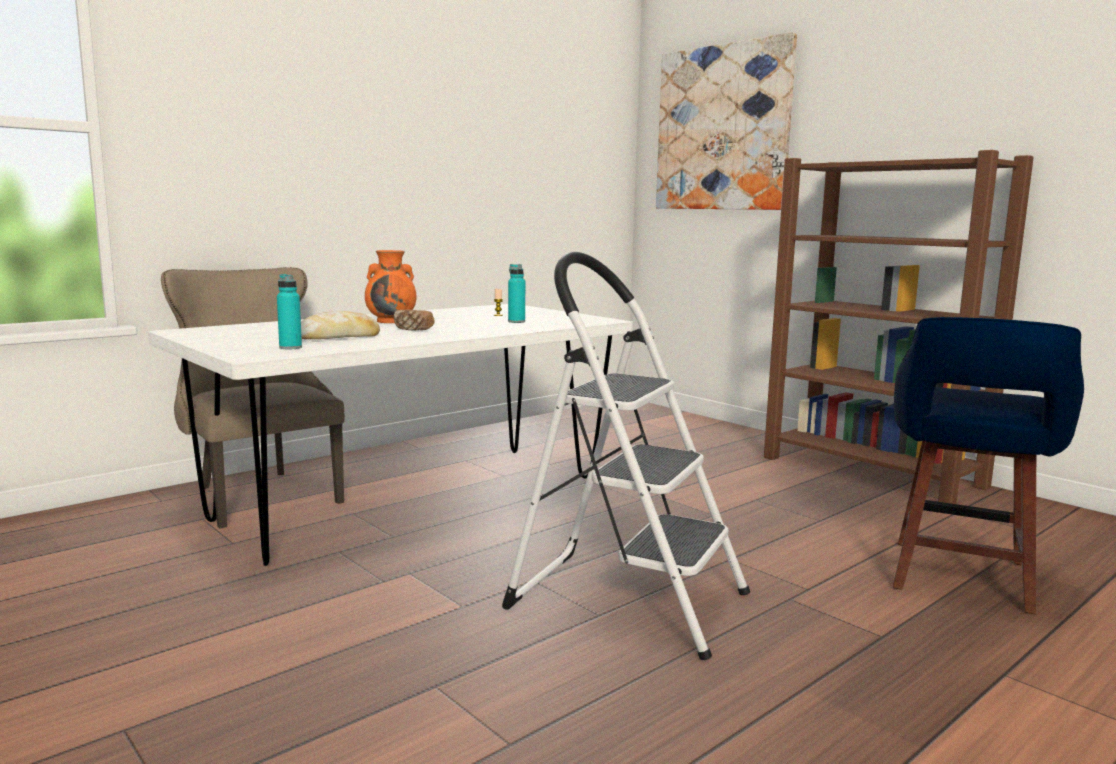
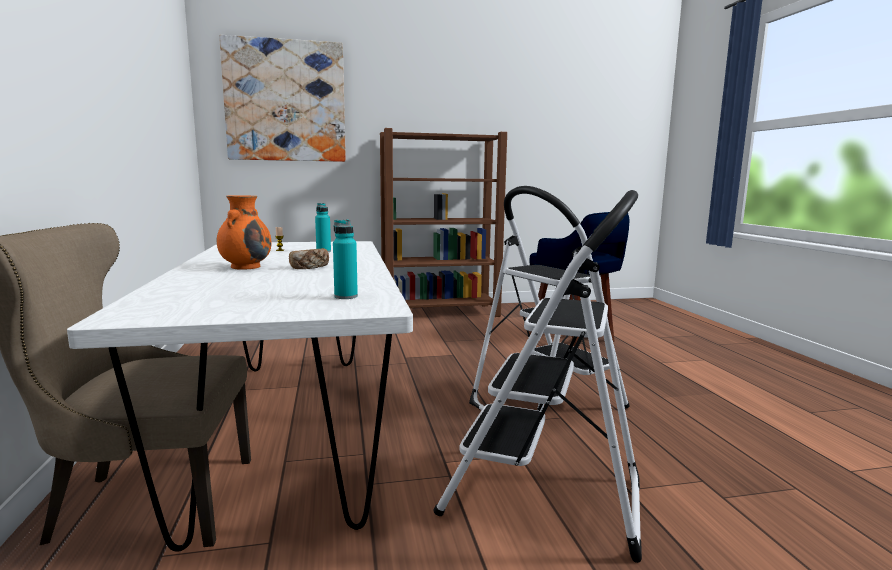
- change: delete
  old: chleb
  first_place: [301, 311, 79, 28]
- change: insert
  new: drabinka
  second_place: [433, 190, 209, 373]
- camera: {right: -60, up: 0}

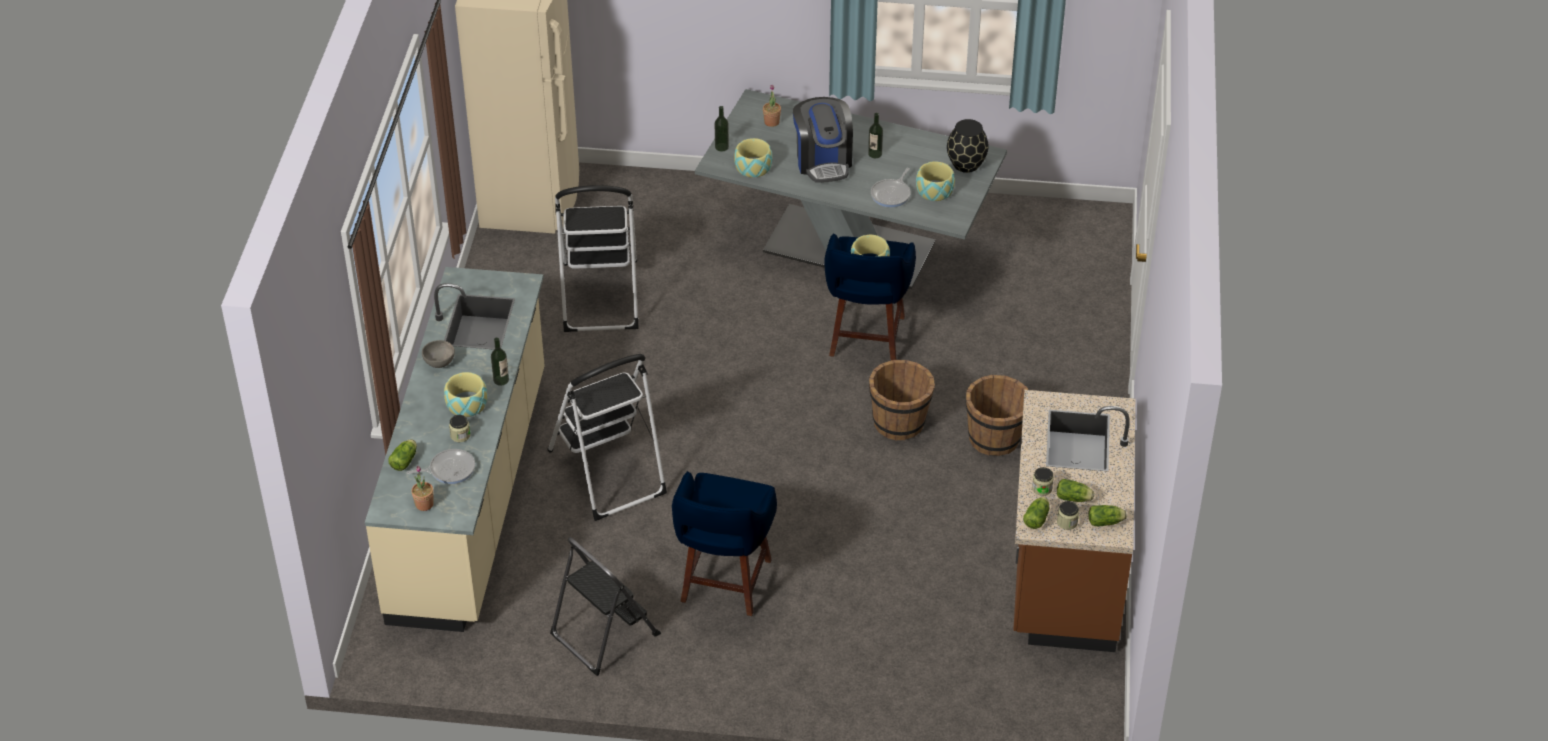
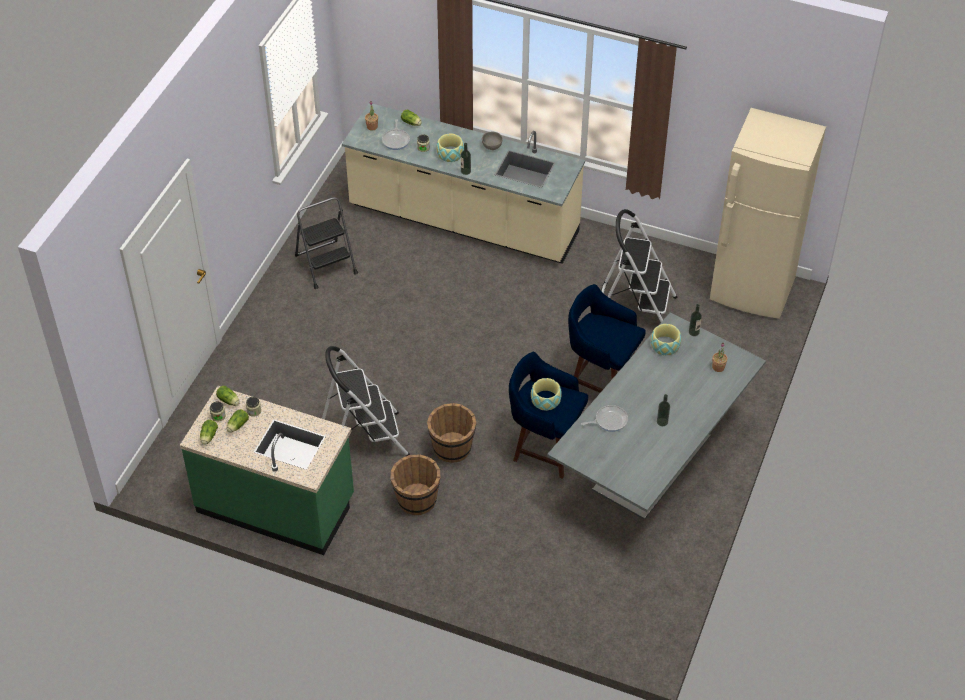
- change: move
  old: drabinka
  first_place: [548, 354, 119, 167]
  second_place: [322, 346, 88, 110]
- change: move
  old: stołek [niebieski]
  first_place: [672, 471, 105, 145]
  second_place: [568, 284, 78, 109]
- change: delete
  old: ekspres do kawy
  first_place: [793, 97, 60, 86]
- change: rotate
  old: patelnia
  first_place: [871, 168, 40, 39]
  second_place: [581, 405, 47, 27]
  degrees: 120
- change: delete
  old: miska
  first_place: [916, 161, 39, 40]
- change: delete
  old: wazon [czarny]
  first_place: [947, 119, 41, 54]
- change: recolor
  old: zabudowa kuchenna [brązowy]
  new: zabudowa kuchenna [zielony]
  first_place: [1013, 390, 122, 262]
  second_place: [180, 386, 174, 169]
- camera: {right: 105, up: 5}

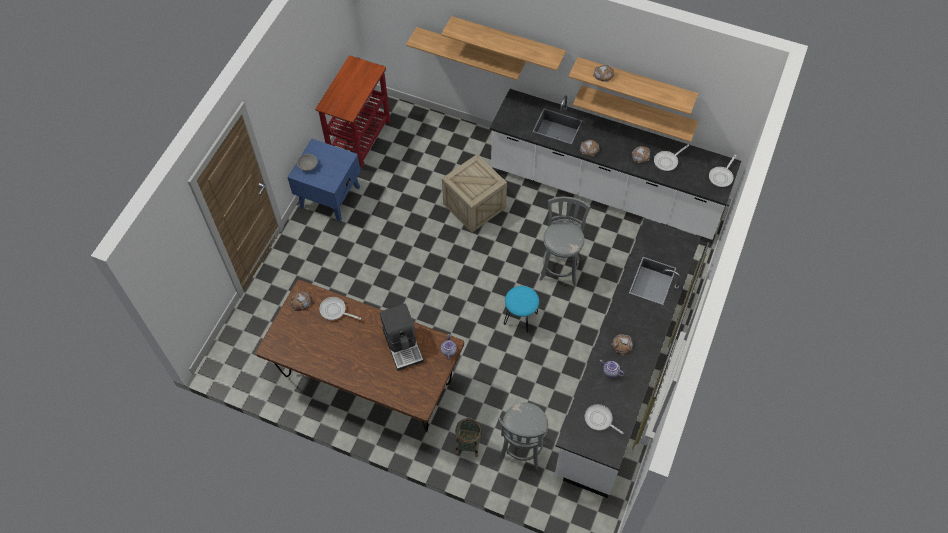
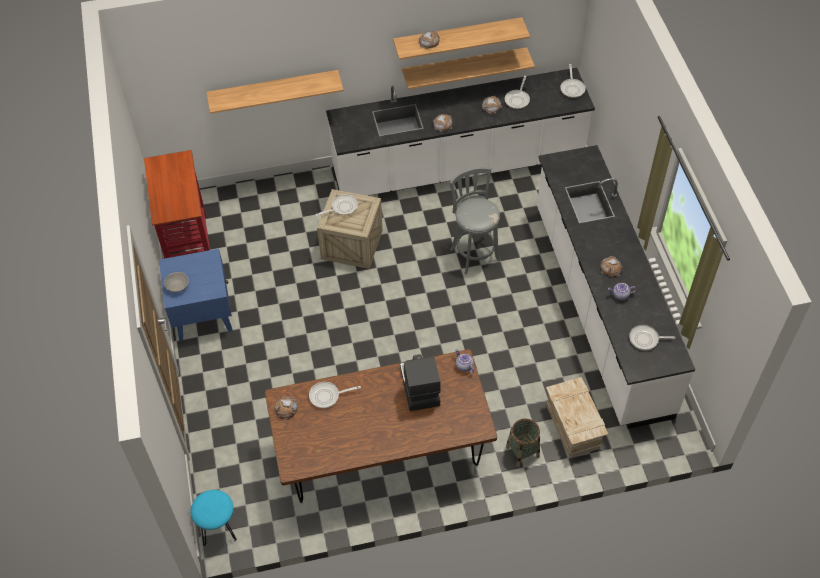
- change: rotate
  old: ekspres do kawy
  first_place: [380, 303, 44, 68]
  second_place: [400, 354, 41, 57]
  degrees: -135
- change: delete
  old: półka
  first_place: [441, 16, 125, 55]
- change: replace
  old: stołek [szary]
  new: skrzynka
  first_place: [498, 403, 50, 67]
  second_place: [546, 377, 62, 81]
- change: move
  old: stołek [turkusowy]
  first_place: [504, 286, 35, 48]
  second_place: [191, 490, 46, 57]
- change: insert
  new: patelnia
  second_place: [315, 194, 43, 22]
- camera: {right: -35, up: -5}

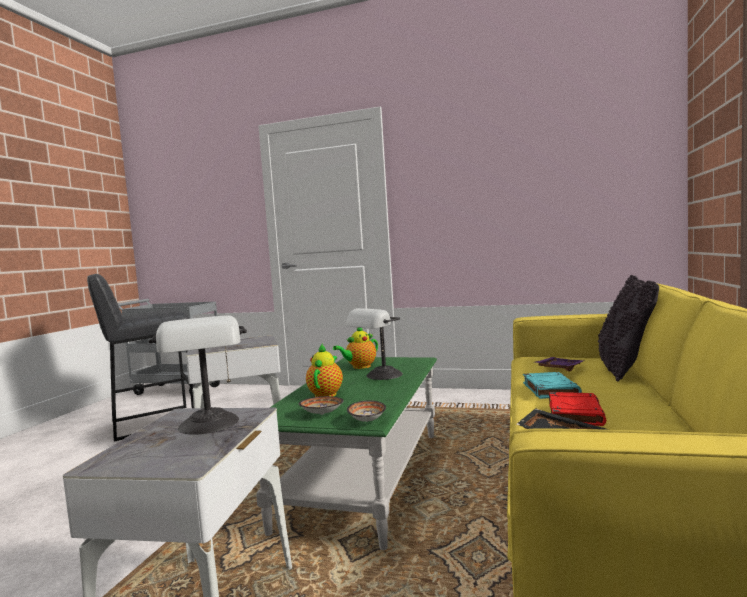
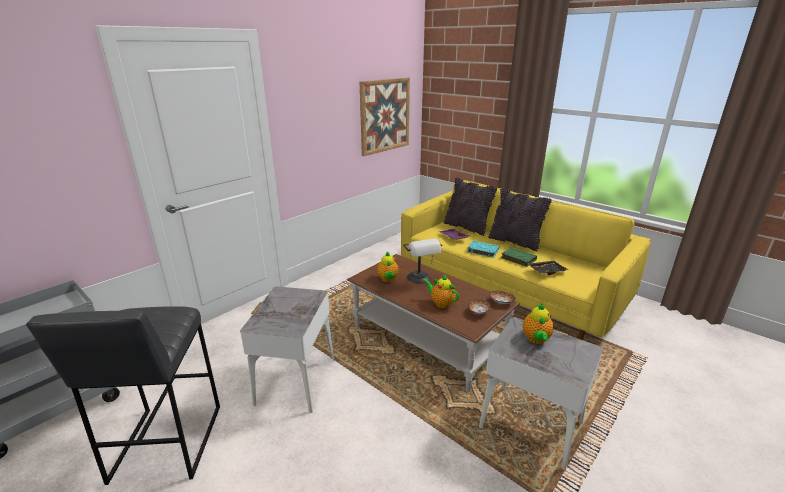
- change: replace
  old: lampa stołowa
  new: imbryk
  first_place: [149, 316, 98, 119]
  second_place: [523, 304, 31, 40]
- change: recolor
  old: ława [zielony]
  new: ława [brązowy]
  first_place: [256, 357, 181, 193]
  second_place: [347, 254, 173, 138]
- change: recolor
  old: książka [czerwony]
  new: książka [zielony]
  first_place: [549, 392, 57, 34]
  second_place: [501, 247, 36, 20]
- change: insert
  new: obraz
  second_place: [360, 77, 50, 79]
- change: insert
  new: poduszka [czarny]
  second_place: [488, 188, 64, 64]
- camera: {right: -65, up: 20}

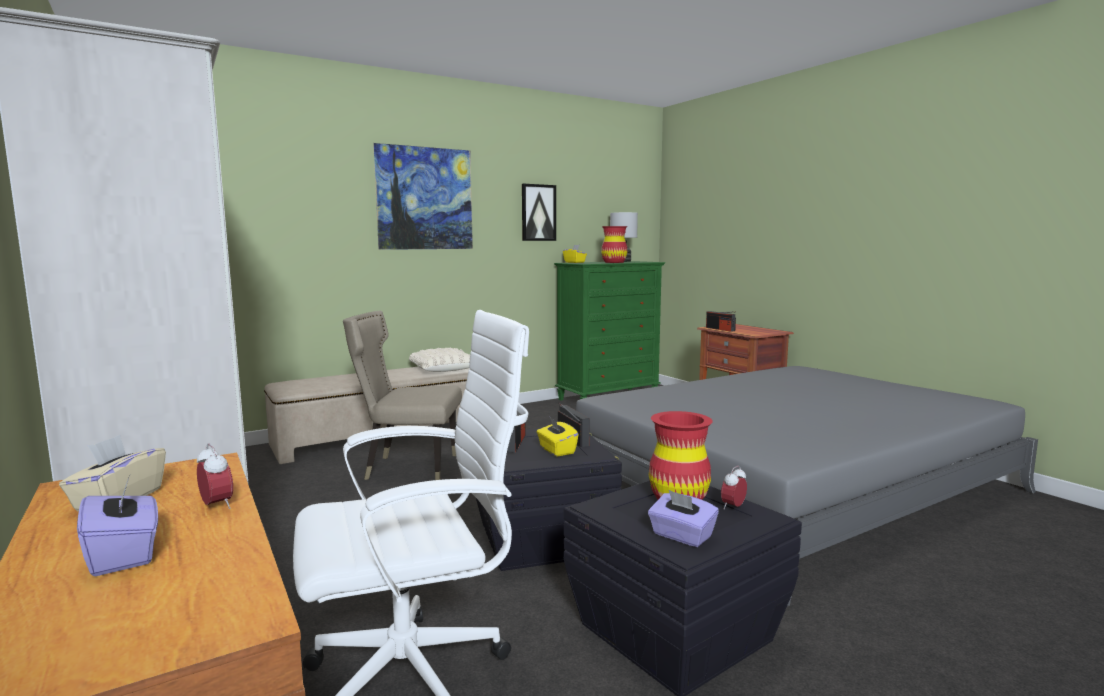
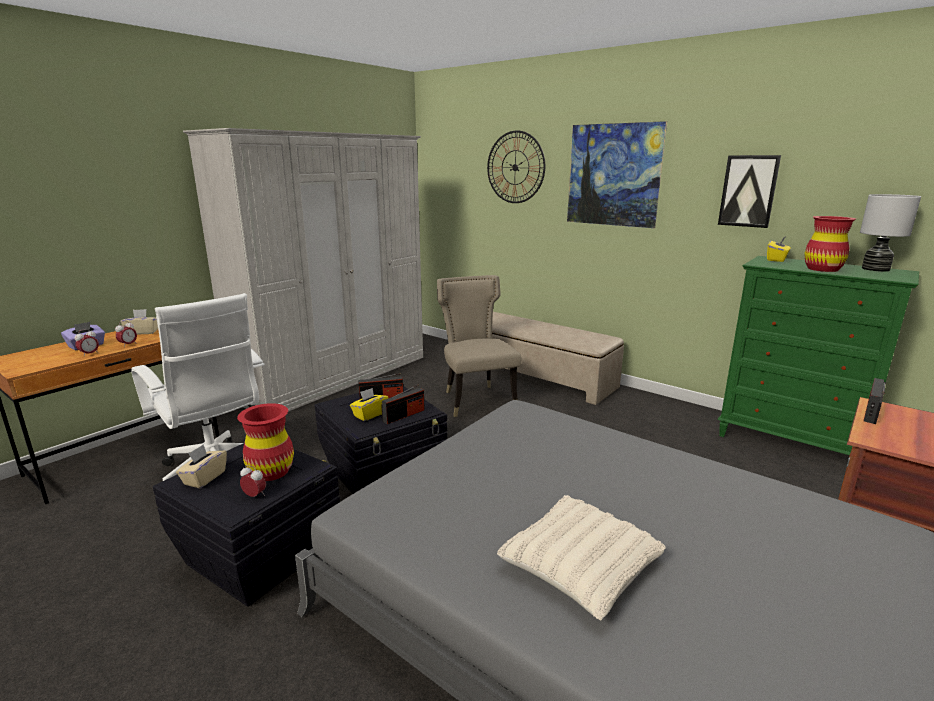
- change: move
  old: poduszka [beżowy]
  first_place: [409, 348, 61, 24]
  second_place: [497, 495, 169, 126]
- change: recolor
  old: pudełko chusteczek [fioletowy]
  new: pudełko chusteczek [beżowy]
  first_place: [648, 490, 71, 57]
  second_place: [176, 444, 51, 44]
- change: insert
  new: budzik
  second_place: [75, 329, 24, 28]
- change: insert
  new: zegar ścienny
  second_place: [487, 131, 58, 72]
- camera: {right: 70, up: 10}

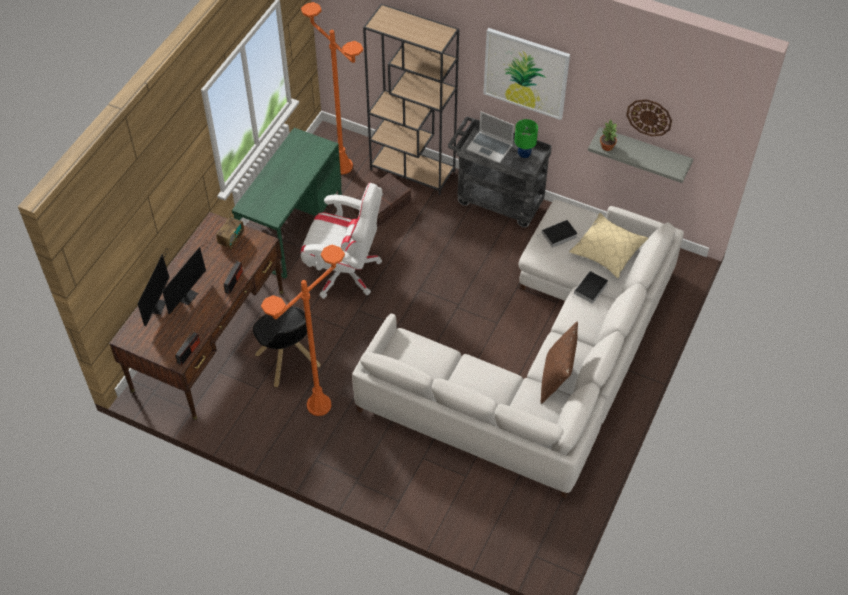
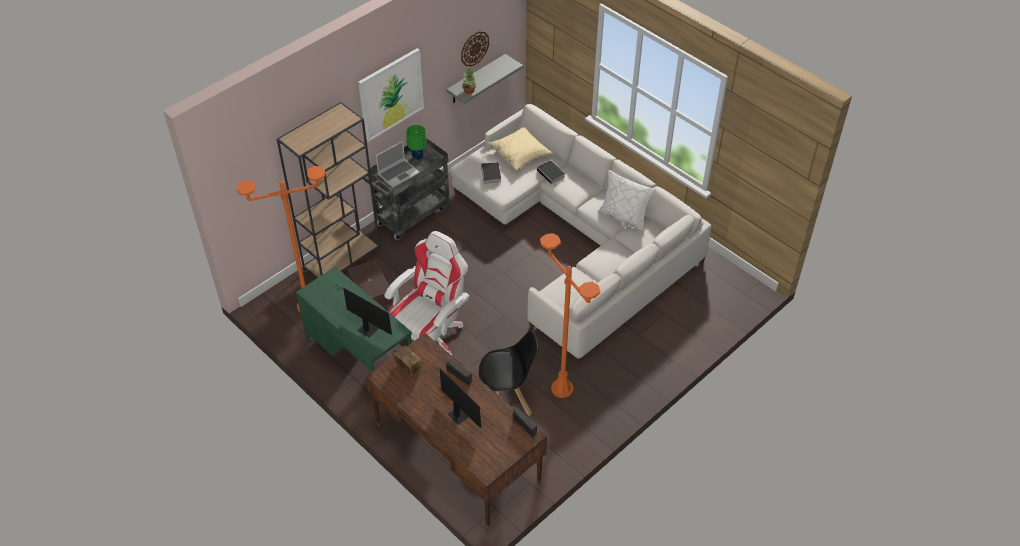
- change: move
  old: monitor
  first_place: [138, 243, 34, 83]
  second_place: [330, 284, 62, 54]
- change: recolor
  old: poduszka [brązowy]
  new: poduszka [biały]
  first_place: [541, 322, 37, 82]
  second_place: [597, 170, 59, 62]
- camera: {right: -70, up: -5}

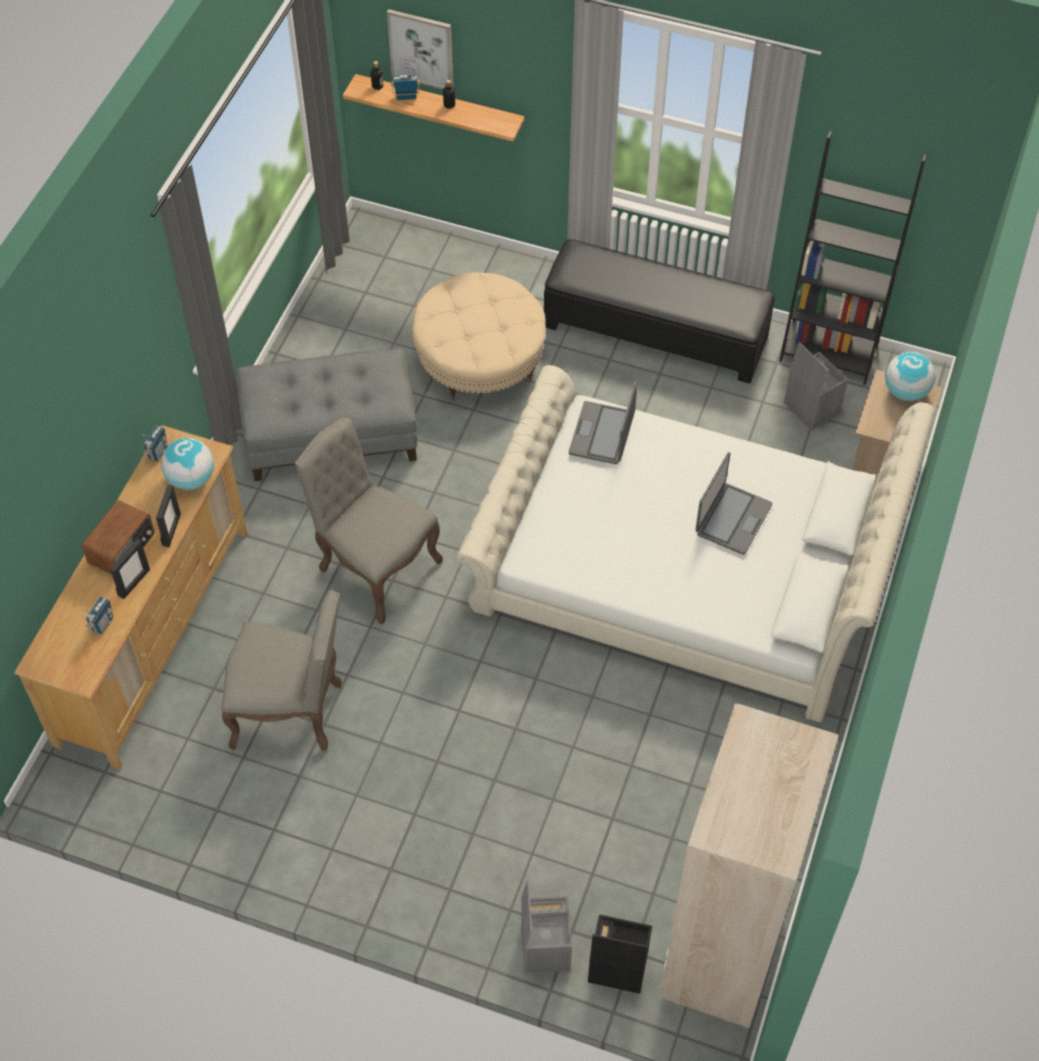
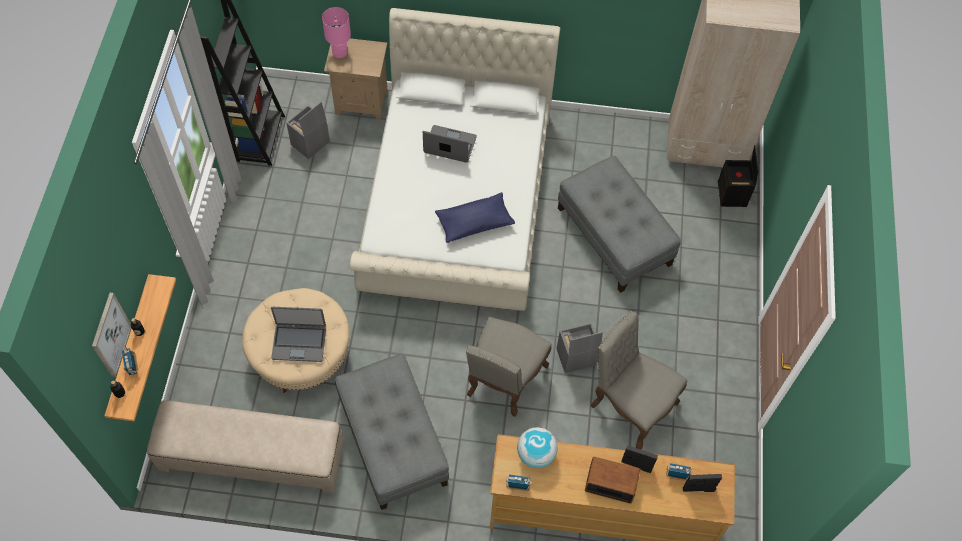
- change: move
  old: ramka na zdjęcie
  first_place: [156, 484, 25, 63]
  second_place: [683, 474, 39, 18]
- change: rotate
  old: krzesło [szary]
  first_place: [221, 590, 121, 161]
  second_place: [591, 311, 96, 139]
  degrees: -45
- change: move
  old: pojemnik do przechowywania [szary]
  first_place: [521, 879, 51, 94]
  second_place: [556, 323, 47, 50]
- change: delete
  old: ławka [czarny]
  first_place: [544, 239, 231, 144]
- change: move
  old: laptop
  first_place: [569, 379, 69, 85]
  second_place: [271, 307, 55, 55]
- change: replace
  old: globus
  new: lampa stołowa [różowy]
  first_place: [885, 352, 50, 49]
  second_place: [322, 7, 29, 51]
- change: insert
  new: ławka [beżowy]
  second_place: [147, 400, 197, 93]
- change: insert
  new: poduszka [niebieski]
  second_place: [435, 192, 80, 51]
- change: insert
  new: pufa [szary]
  second_place: [558, 156, 123, 137]
- camera: {right: -105, up: 5}

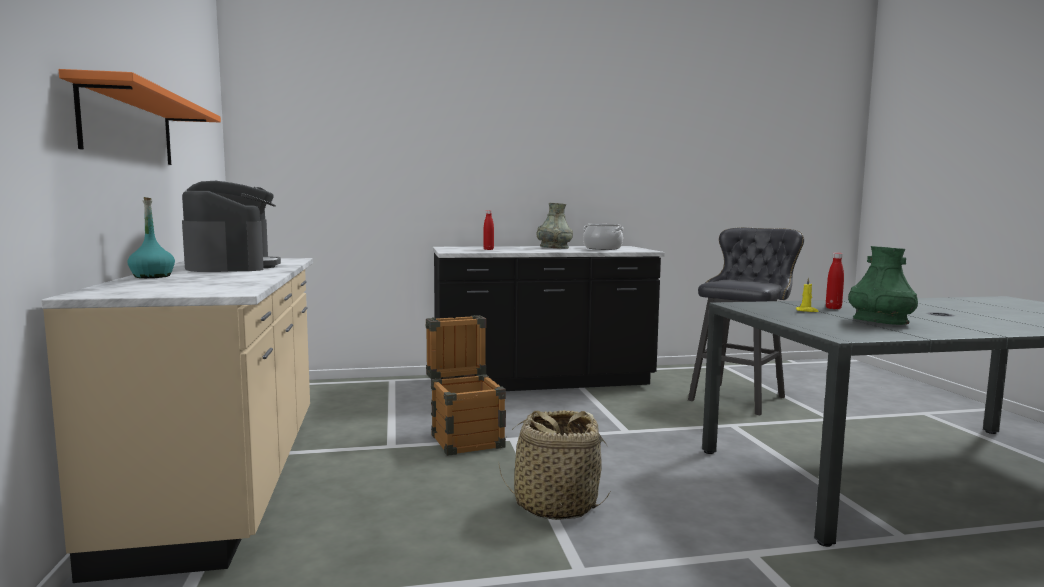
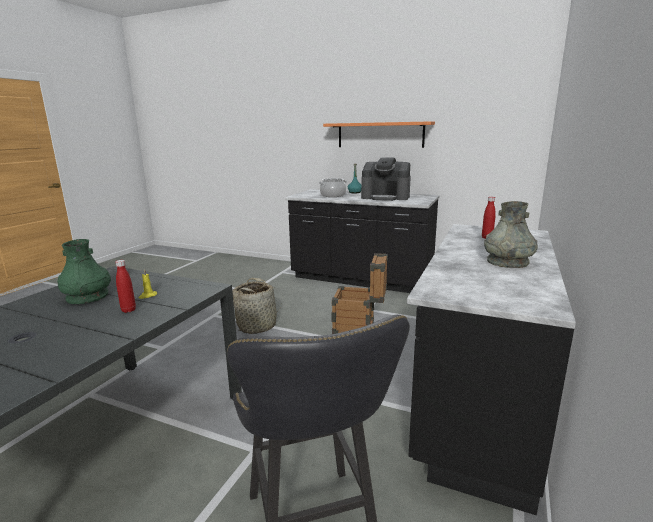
- change: recolor
  old: zabudowa kuchenna [beżowy]
  new: zabudowa kuchenna [czarny]
  first_place: [41, 258, 272, 325]
  second_place: [285, 189, 154, 104]
- change: move
  old: garnek
  first_place: [583, 224, 41, 26]
  second_place: [319, 178, 28, 19]
- camera: {right: 125, up: 10}

